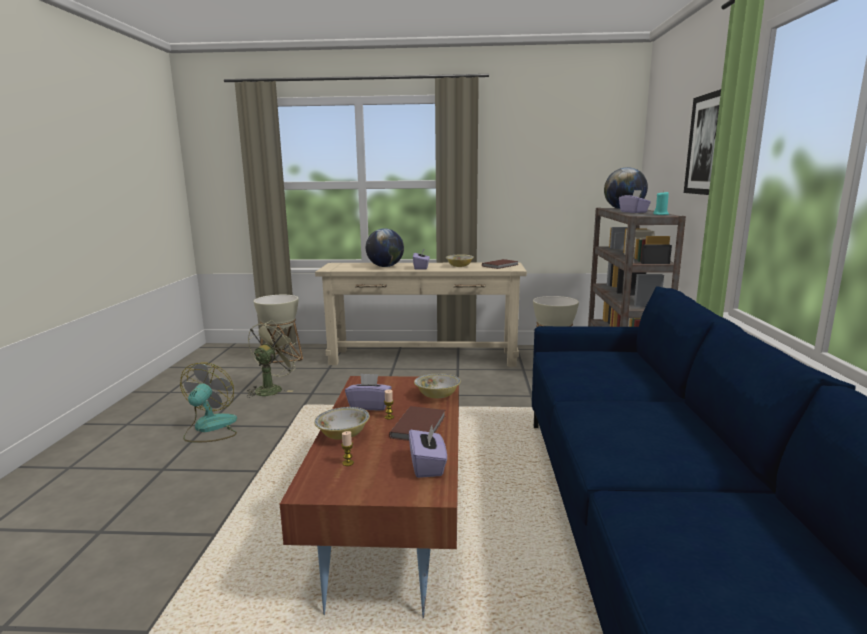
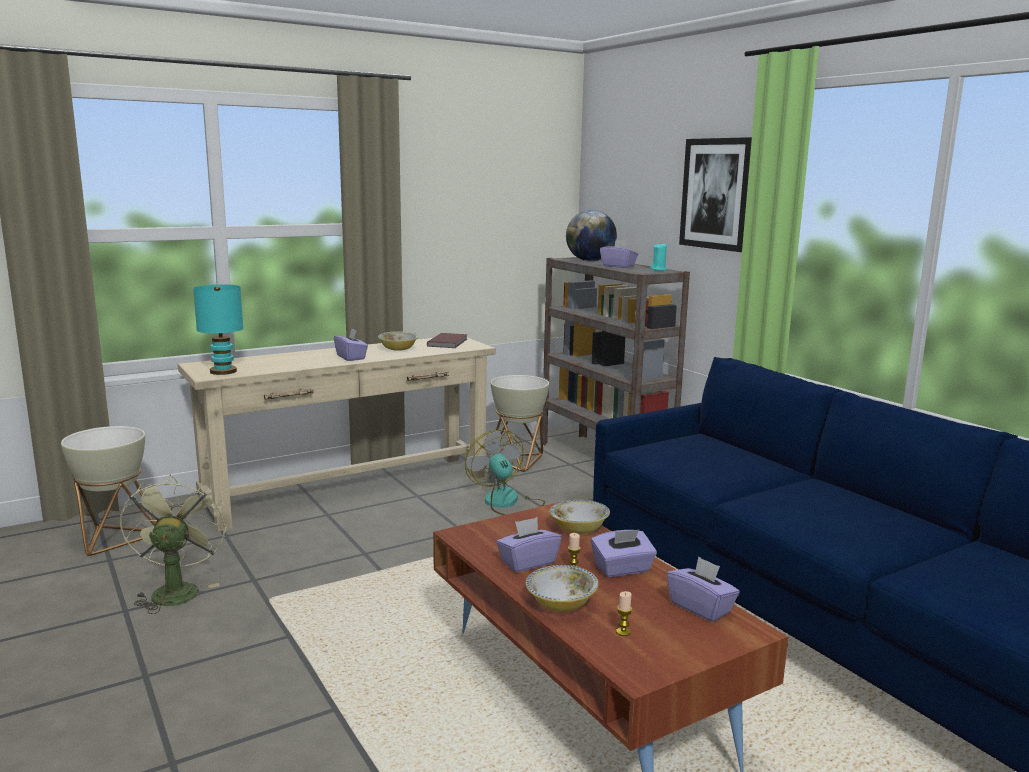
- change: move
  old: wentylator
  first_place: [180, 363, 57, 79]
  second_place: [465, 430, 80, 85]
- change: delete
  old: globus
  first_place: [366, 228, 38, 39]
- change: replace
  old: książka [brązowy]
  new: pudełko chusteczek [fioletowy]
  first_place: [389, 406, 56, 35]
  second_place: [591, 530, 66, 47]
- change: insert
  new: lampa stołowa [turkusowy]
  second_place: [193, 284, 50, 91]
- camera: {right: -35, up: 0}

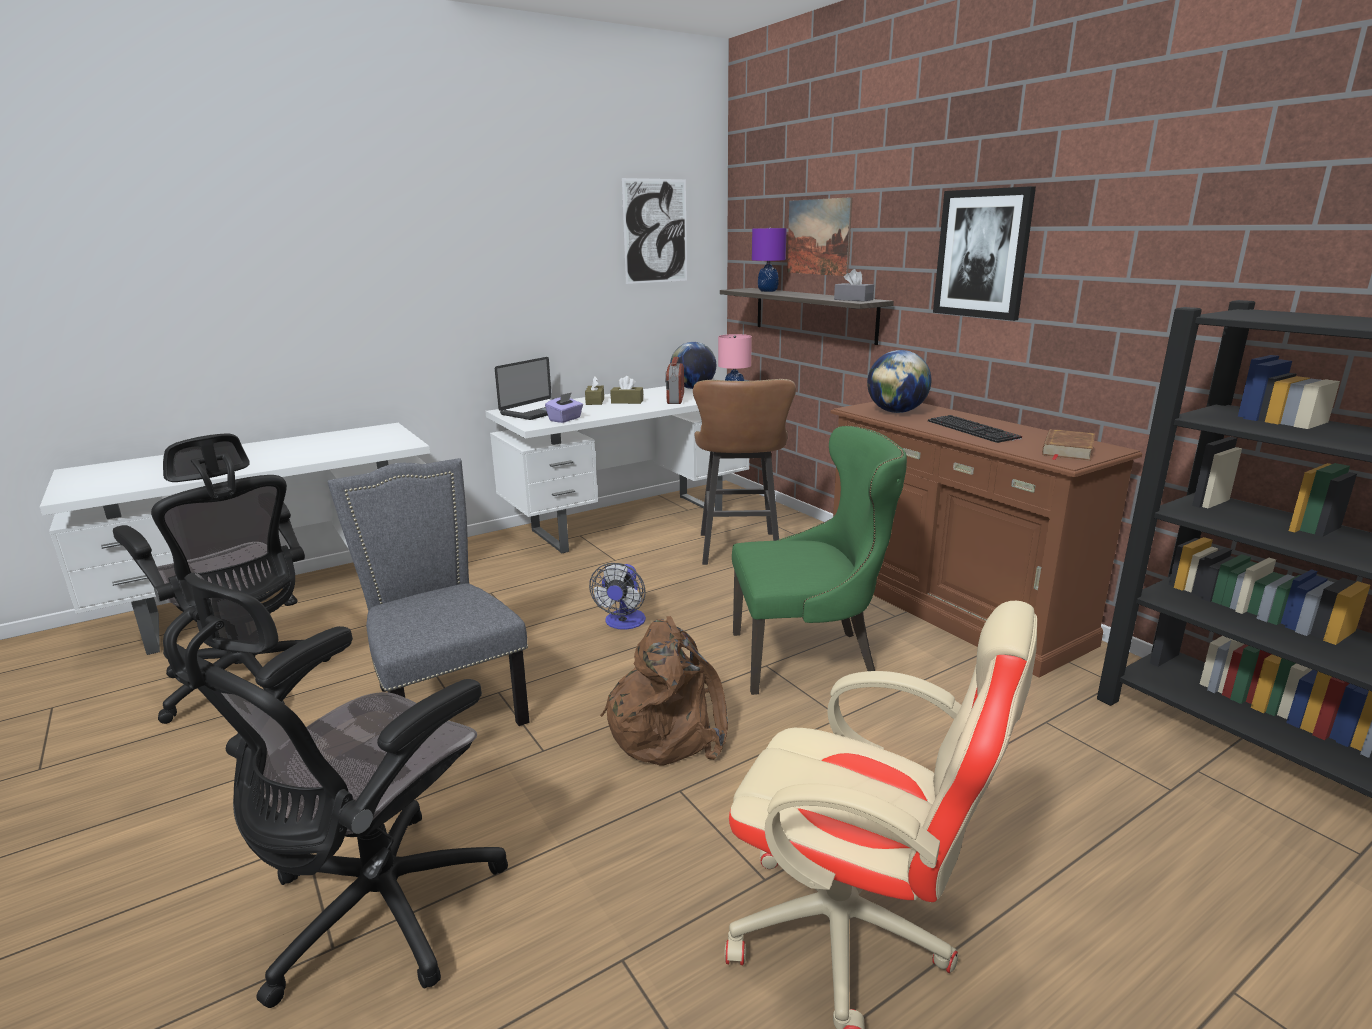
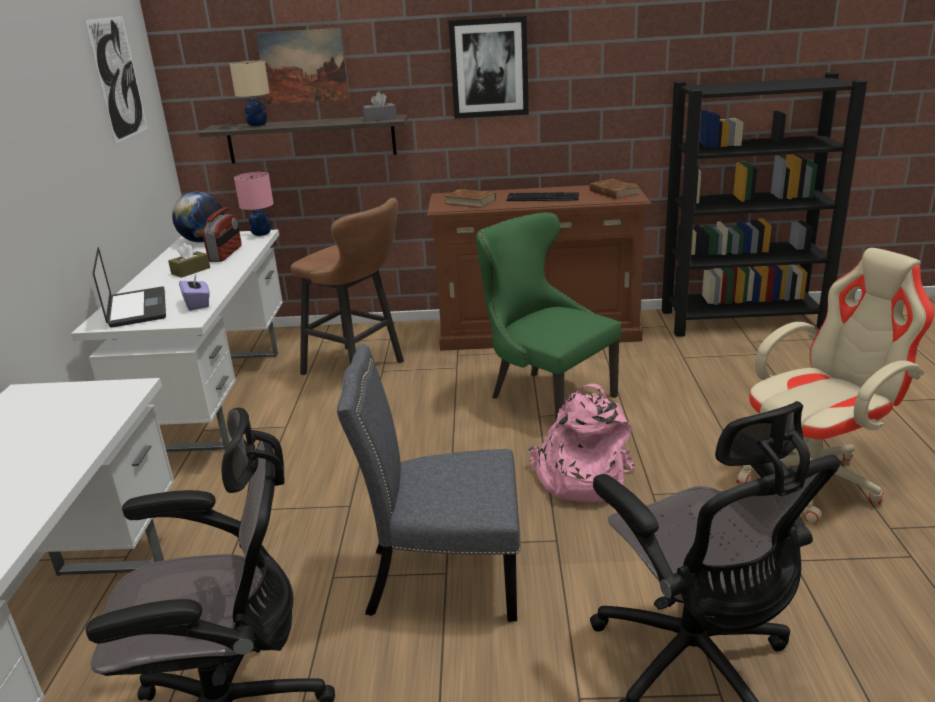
- change: delete
  old: pudełko chusteczek [brązowy]
  first_place: [585, 376, 19, 29]
- change: delete
  old: wentylator
  first_place: [589, 563, 57, 67]
- change: recolor
  old: plecak [brązowy]
  new: plecak [różowy]
  first_place: [600, 616, 128, 150]
  second_place: [529, 384, 106, 118]
- change: rotate
  old: radio
  first_place: [665, 357, 19, 47]
  second_place: [202, 207, 40, 55]
  degrees: -120
- change: rotate
  old: krzesło [zielony]
  first_place: [732, 426, 175, 269]
  second_place: [476, 212, 145, 206]
  degrees: -75
- change: recolor
  old: lampa stołowa [fioletowy]
  new: lampa stołowa [beżowy]
  first_place: [752, 227, 35, 65]
  second_place: [230, 61, 40, 65]
- change: replace
  old: globus
  new: książka [brązowy]
  first_place: [867, 350, 64, 63]
  second_place: [445, 189, 51, 19]
- camera: {right: -55, up: 5}

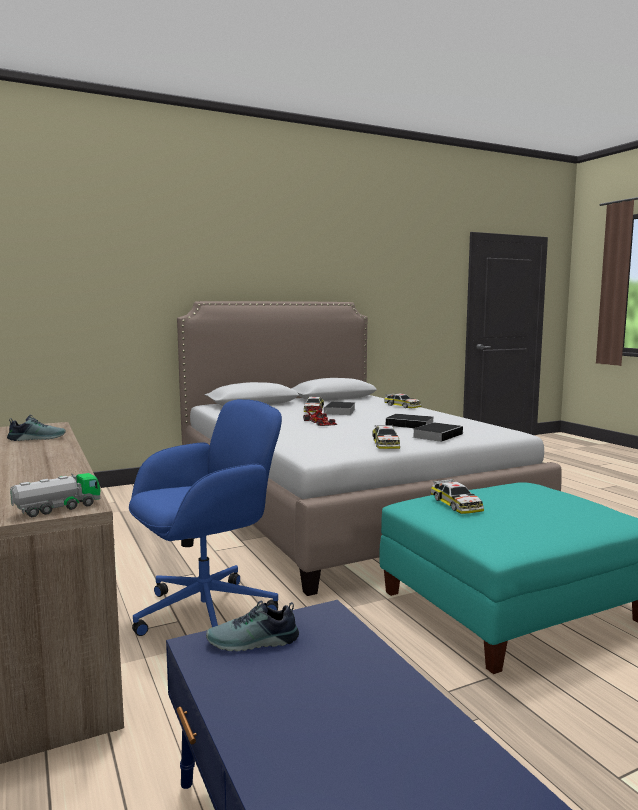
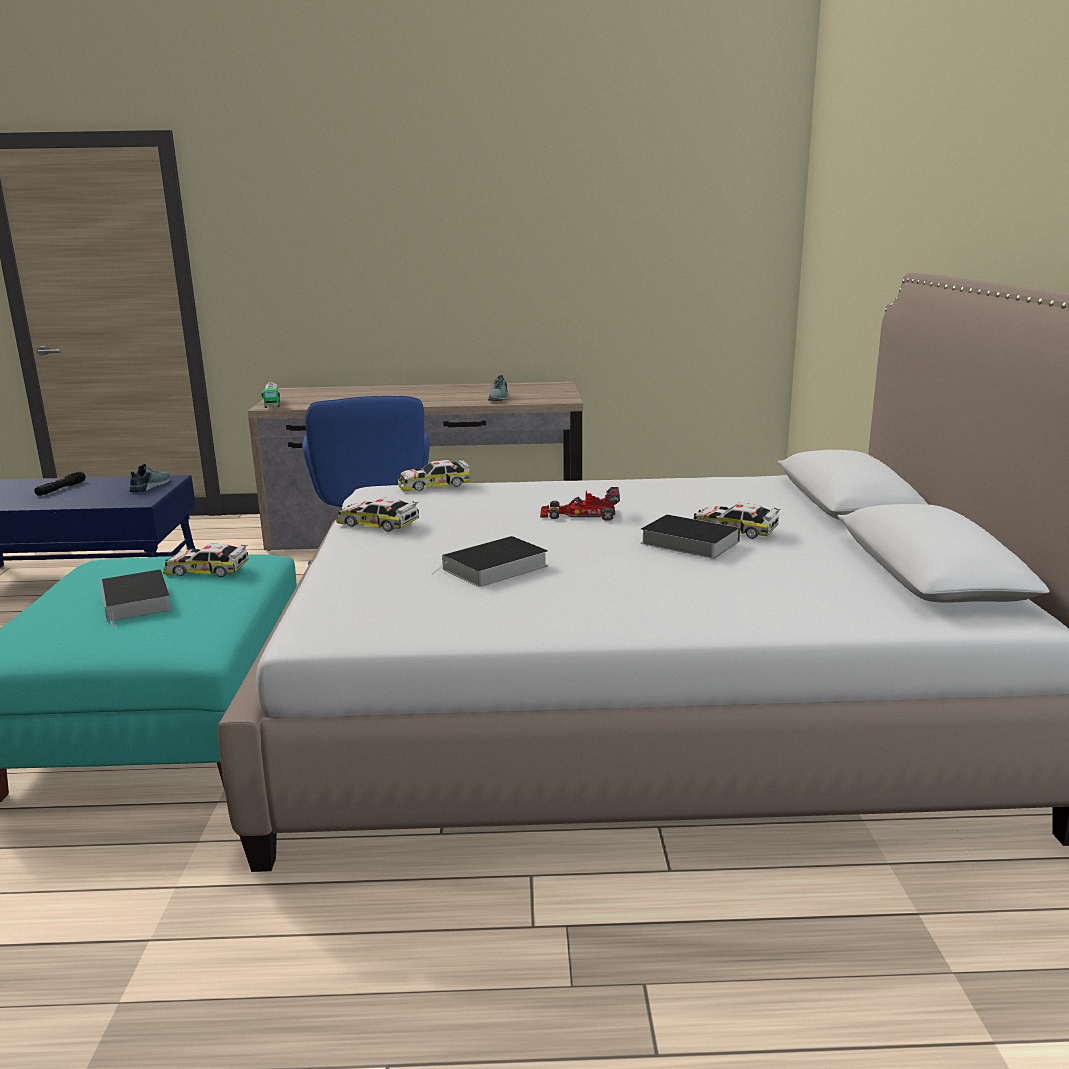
- change: move
  old: samochodzik
  first_place: [384, 393, 37, 15]
  second_place: [398, 459, 72, 32]
- change: move
  old: książka
  first_place: [412, 422, 51, 20]
  second_place: [100, 570, 72, 57]
- change: insert
  new: latarka [czarny]
  second_place: [34, 471, 52, 25]
- camera: {right: 115, up: 10}

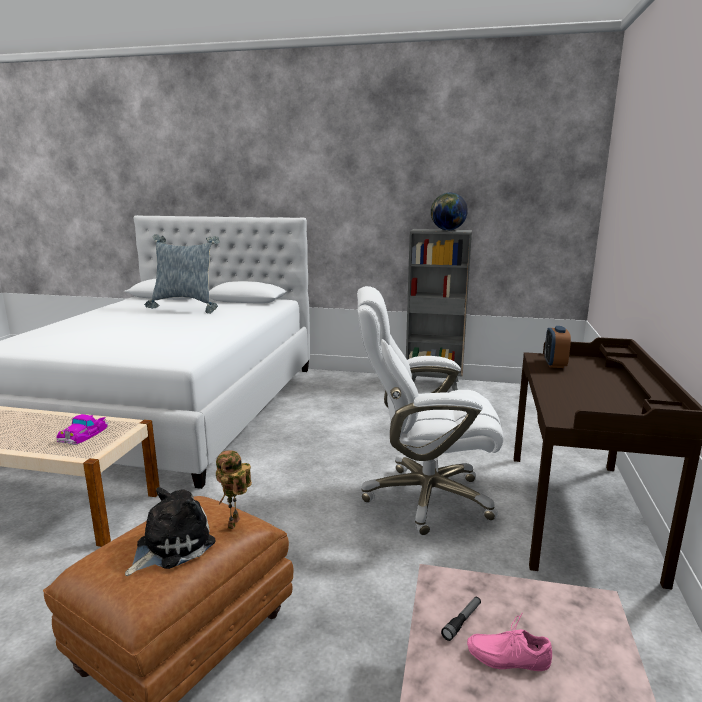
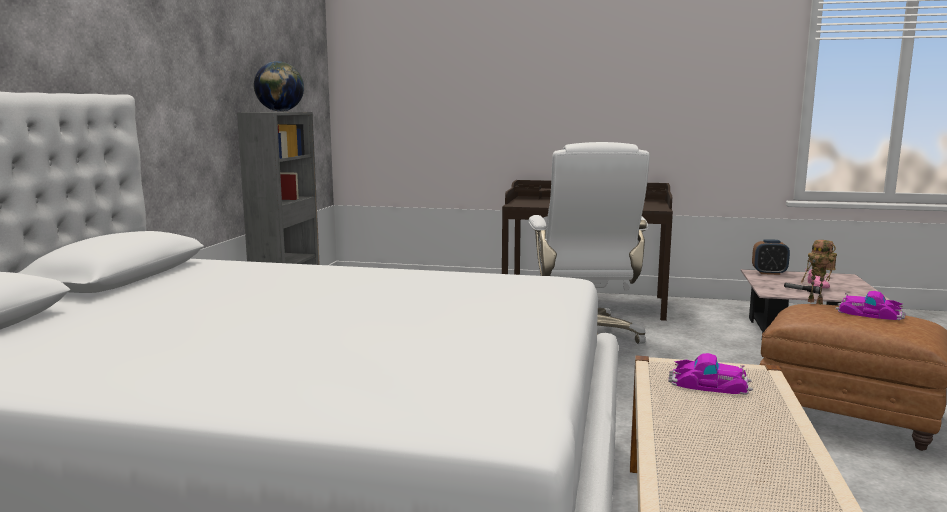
- change: replace
  old: pluszak
  new: samochodzik
  first_place: [125, 487, 91, 89]
  second_place: [835, 291, 71, 29]
- change: delete
  old: poduszka
  first_place: [144, 234, 76, 80]
- change: rotate
  old: robot zabawkowy
  first_place: [216, 450, 36, 79]
  second_place: [801, 240, 36, 65]
  degrees: 45
- change: move
  old: budzik
  first_place: [544, 326, 27, 42]
  second_place: [752, 239, 38, 36]
- camera: {right: -90, up: -5}

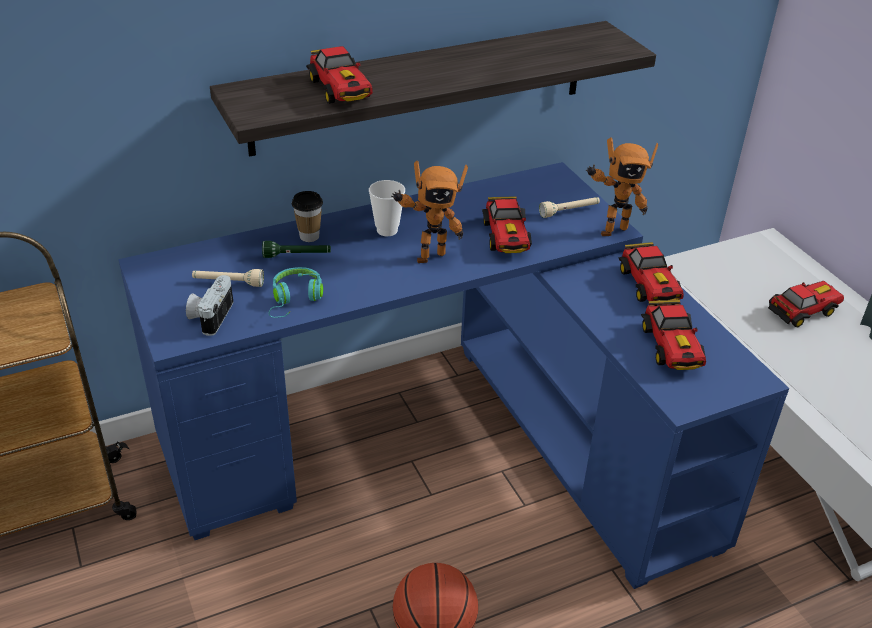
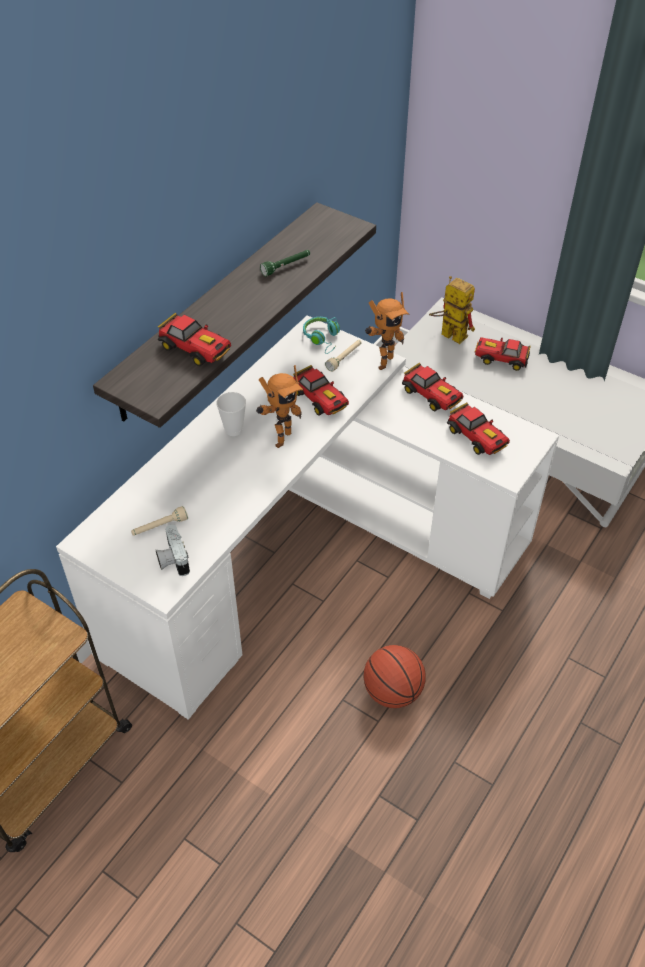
- change: recolor
  old: biurko [niebieski]
  new: biurko [biały]
  first_place: [118, 162, 671, 427]
  second_place: [56, 315, 503, 405]
- change: move
  old: latarka [zielony]
  first_place: [262, 241, 69, 17]
  second_place: [260, 250, 50, 27]
- change: move
  old: słuchawki [turkusowy]
  first_place: [269, 267, 54, 51]
  second_place: [303, 317, 37, 37]
- change: delete
  old: filiżanka
  first_place: [292, 191, 31, 51]
- change: rotate
  old: samochodzik
  first_place: [768, 281, 76, 46]
  second_place: [475, 337, 56, 34]
  degrees: -105
- change: insert
  new: robot zabawkowy
  second_place: [429, 276, 46, 68]
- camera: {right: -30, up: 10}

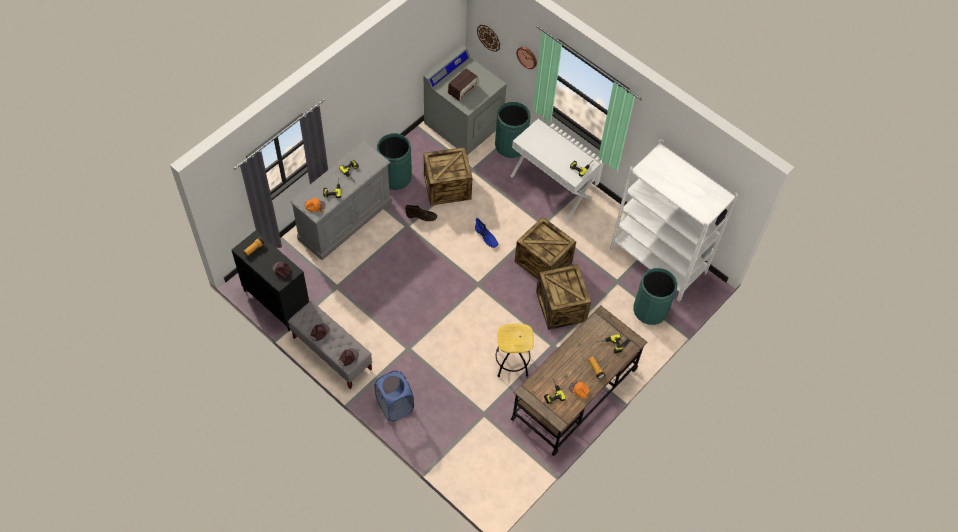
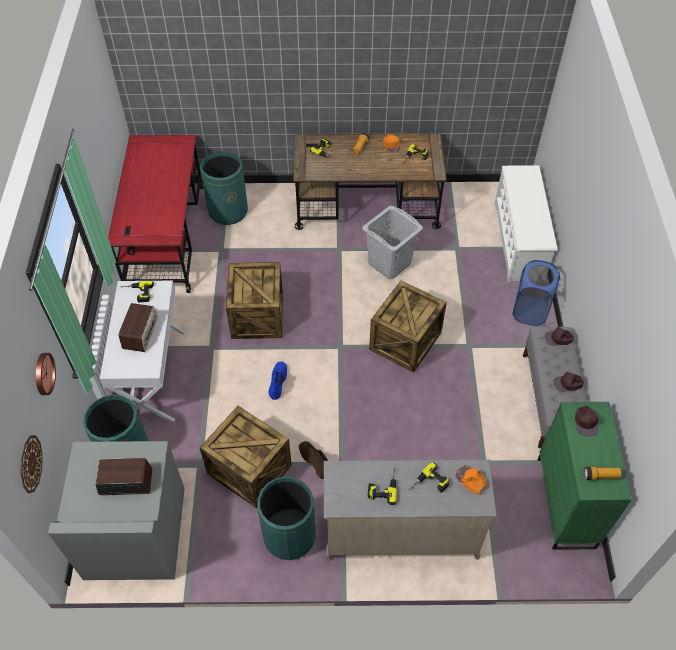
- change: recolor
  old: komoda [czarny]
  new: komoda [zielony]
  first_place: [232, 230, 77, 101]
  second_place: [538, 402, 94, 148]
- change: replace
  old: stołek [żółty]
  new: kosz na pranie [szary]
  first_place: [496, 324, 38, 53]
  second_place: [362, 206, 61, 73]
- change: move
  old: skrzynka
  first_place: [536, 264, 55, 66]
  second_place: [369, 280, 78, 93]
- change: replace
  old: regał [biały]
  new: biurko [czerwony]
  first_place: [610, 139, 128, 162]
  second_place: [108, 135, 95, 158]
- change: insert
  new: radio
  second_place: [118, 303, 40, 49]
- change: insert
  new: regał na buty [biały]
  second_place: [495, 165, 63, 118]
- camera: {right: -130, up: -5}

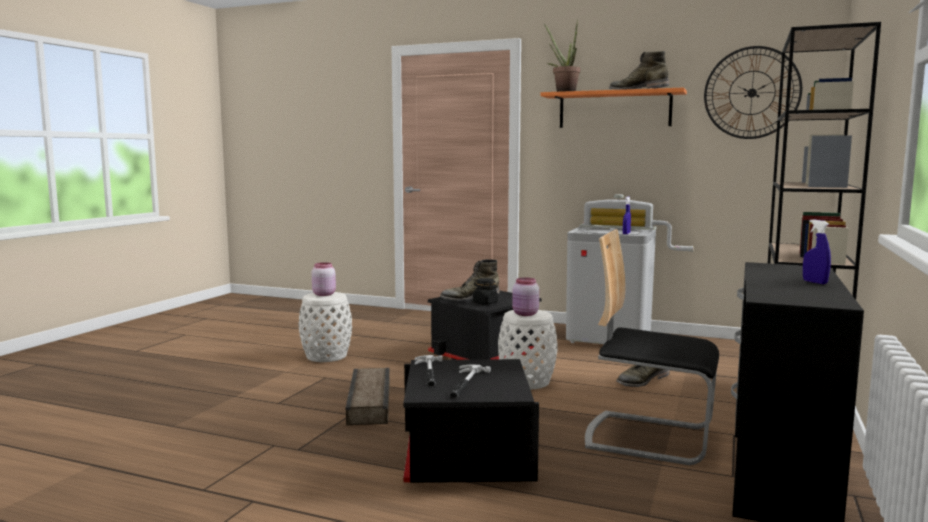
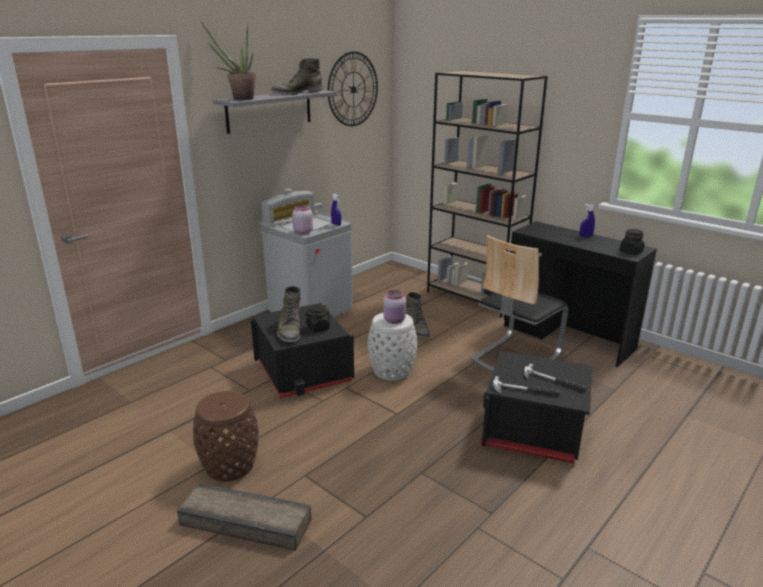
- change: recolor
  old: stołek [biały]
  new: stołek [brązowy]
  first_place: [299, 292, 53, 70]
  second_place: [193, 391, 66, 90]
- change: move
  old: słoik [różowy]
  first_place: [312, 262, 24, 34]
  second_place: [292, 205, 21, 29]
- change: move
  old: skrzynka
  first_place: [346, 368, 44, 57]
  second_place: [177, 483, 134, 68]
- change: recolor
  old: półka [pomarańczowy]
  new: półka [szary]
  first_place: [540, 88, 147, 40]
  second_place: [213, 90, 124, 44]
- change: insert
  new: słoik [czarny]
  second_place: [620, 229, 25, 26]
- camera: {right: -70, up: 15}

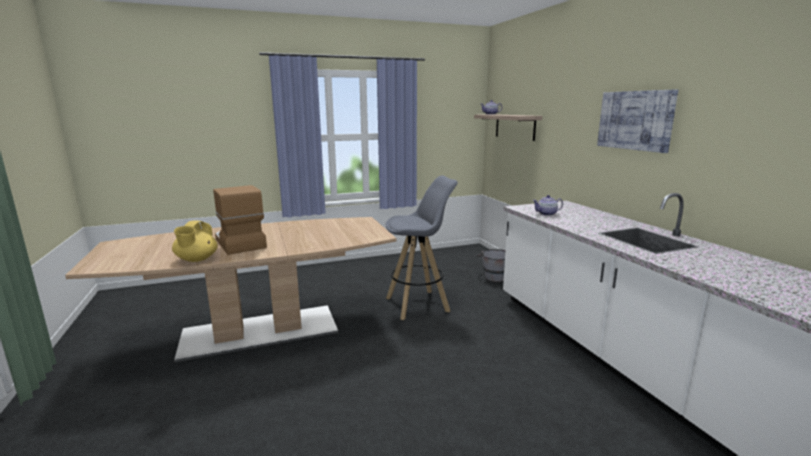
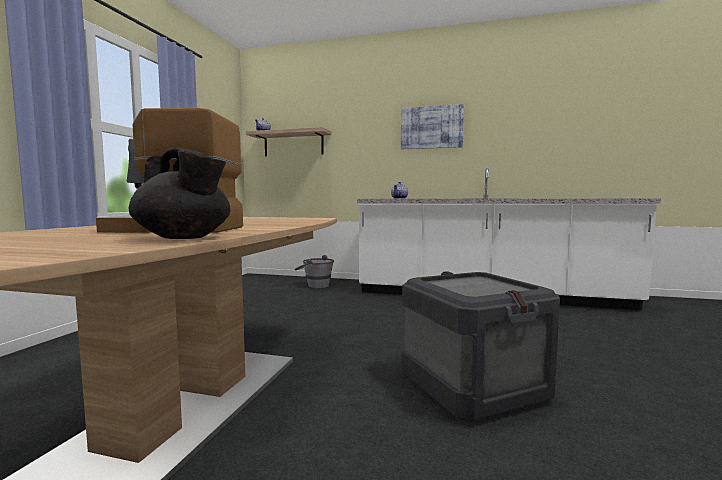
- change: recolor
  old: imbryk [żółty]
  new: imbryk [czarny]
  first_place: [172, 221, 46, 41]
  second_place: [128, 148, 103, 91]
- change: delete
  old: stołek [szary]
  first_place: [386, 175, 72, 145]
- change: insert
  new: skrzynka
  second_place: [401, 271, 159, 151]
- camera: {right: -55, up: -10}

